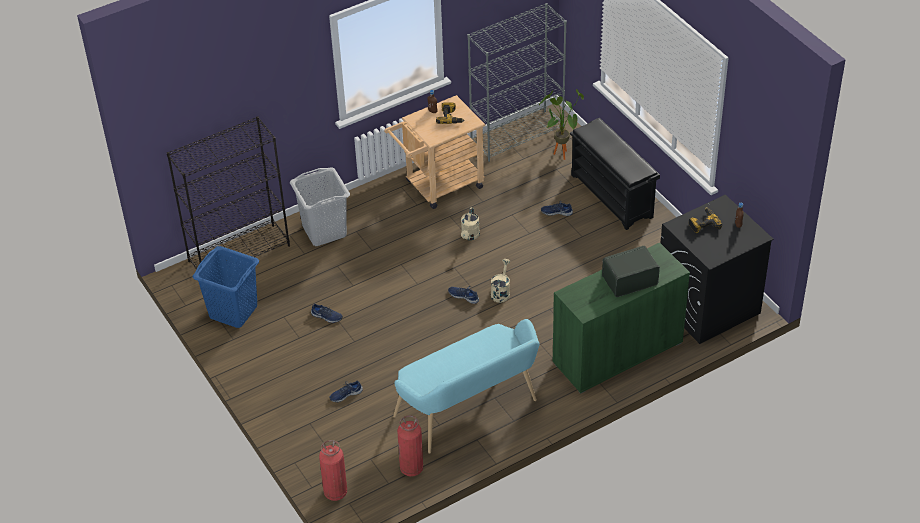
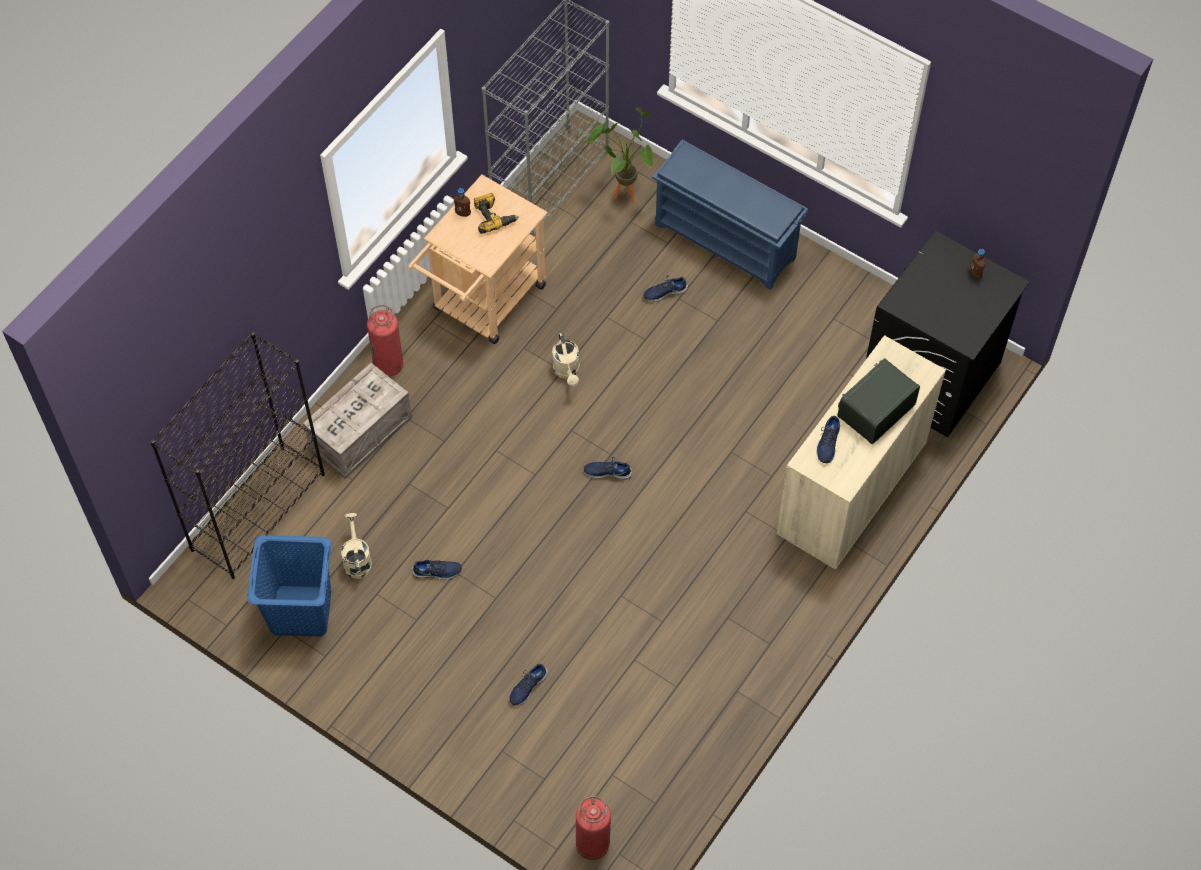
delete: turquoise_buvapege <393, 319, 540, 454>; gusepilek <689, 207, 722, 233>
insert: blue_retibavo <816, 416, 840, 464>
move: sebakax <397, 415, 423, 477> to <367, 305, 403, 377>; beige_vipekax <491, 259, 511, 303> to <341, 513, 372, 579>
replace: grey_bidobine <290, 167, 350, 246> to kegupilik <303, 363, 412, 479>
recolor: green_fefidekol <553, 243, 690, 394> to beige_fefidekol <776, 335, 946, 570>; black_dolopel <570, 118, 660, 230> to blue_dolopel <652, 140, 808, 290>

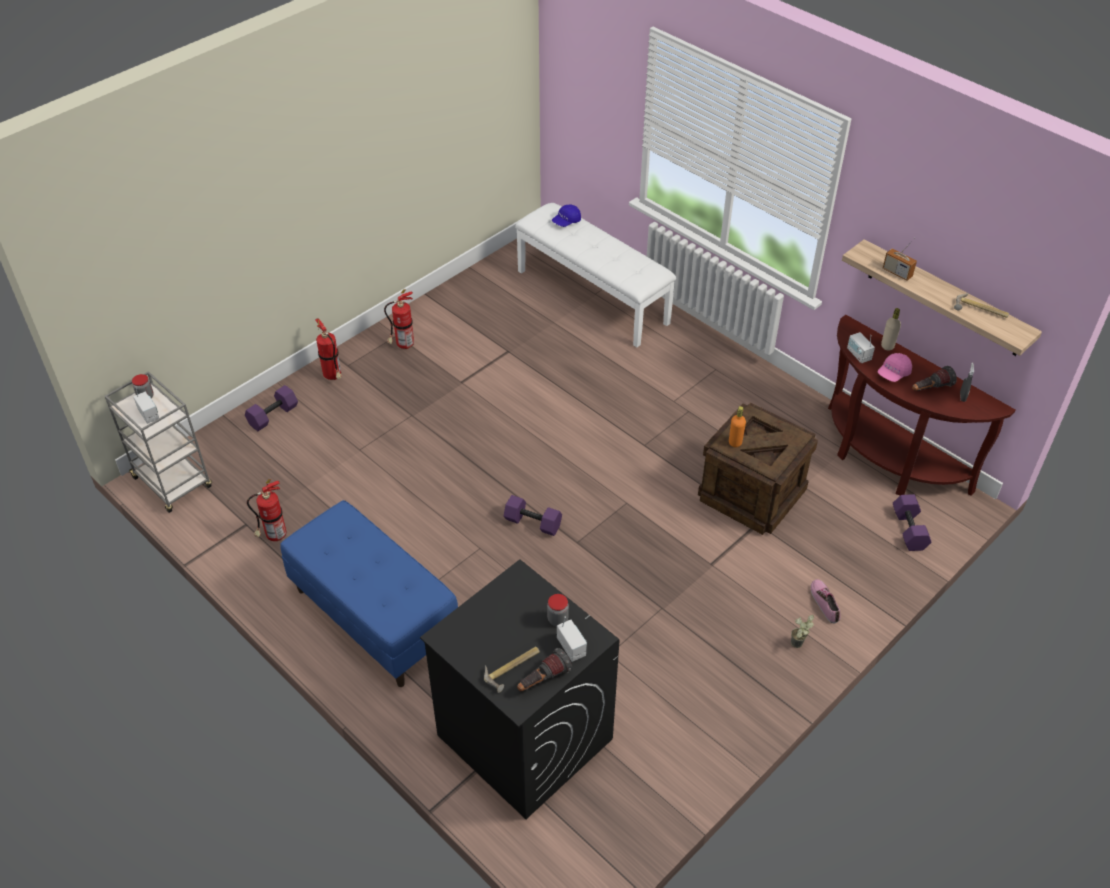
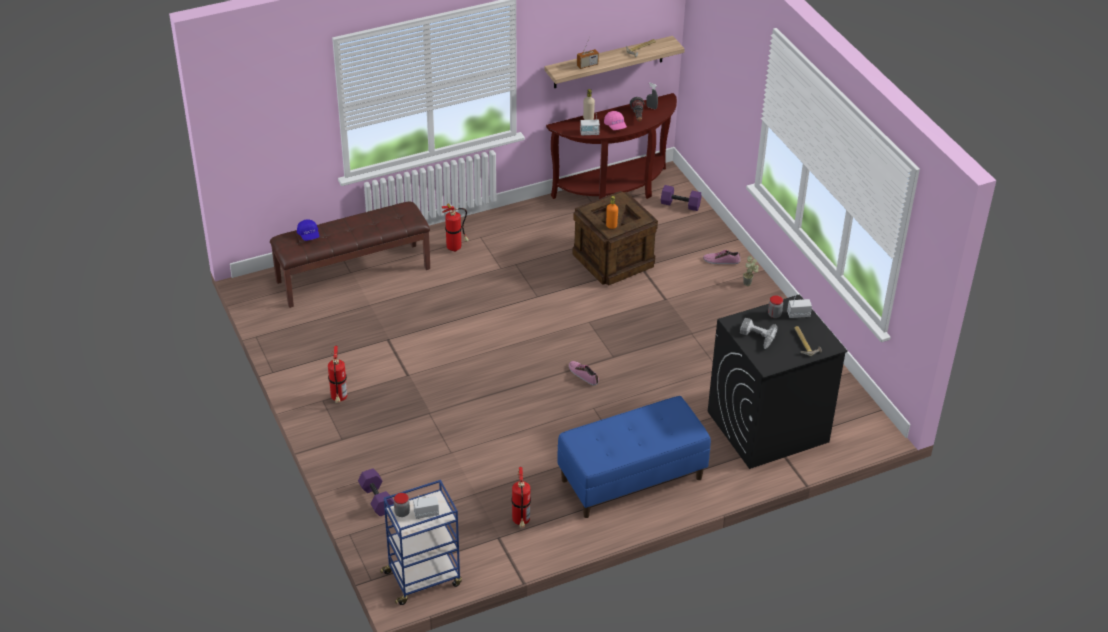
delete: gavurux <517, 648, 572, 691>
insert: gusepilek <740, 318, 778, 349>
move: sebakax <316, 319, 342, 380> to <441, 203, 469, 252>
replace: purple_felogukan <504, 495, 562, 536> to retibavo <569, 361, 599, 386>
recolor: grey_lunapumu <105, 371, 212, 513> to blue_lunapumu <380, 480, 462, 605>; white_buvapege <515, 203, 677, 347> to brown_buvapege <270, 202, 430, 308>

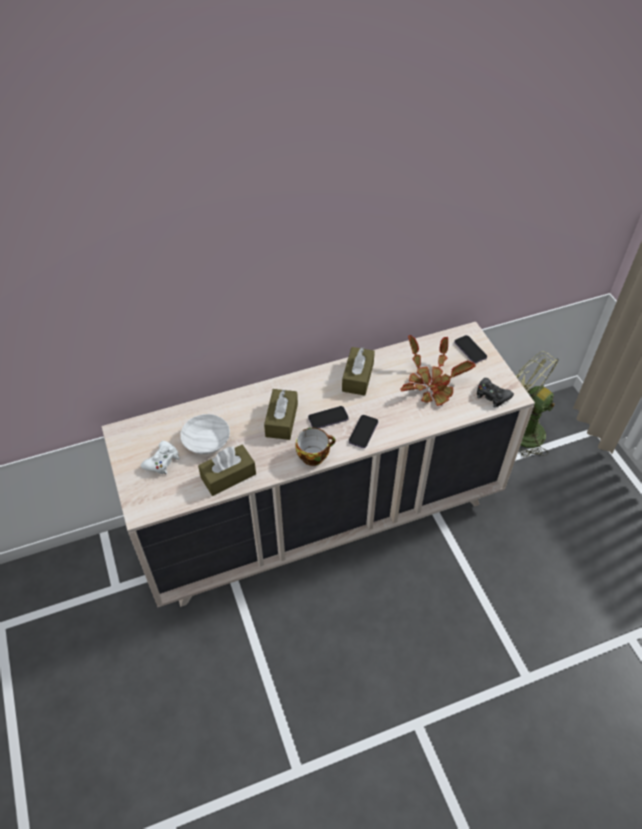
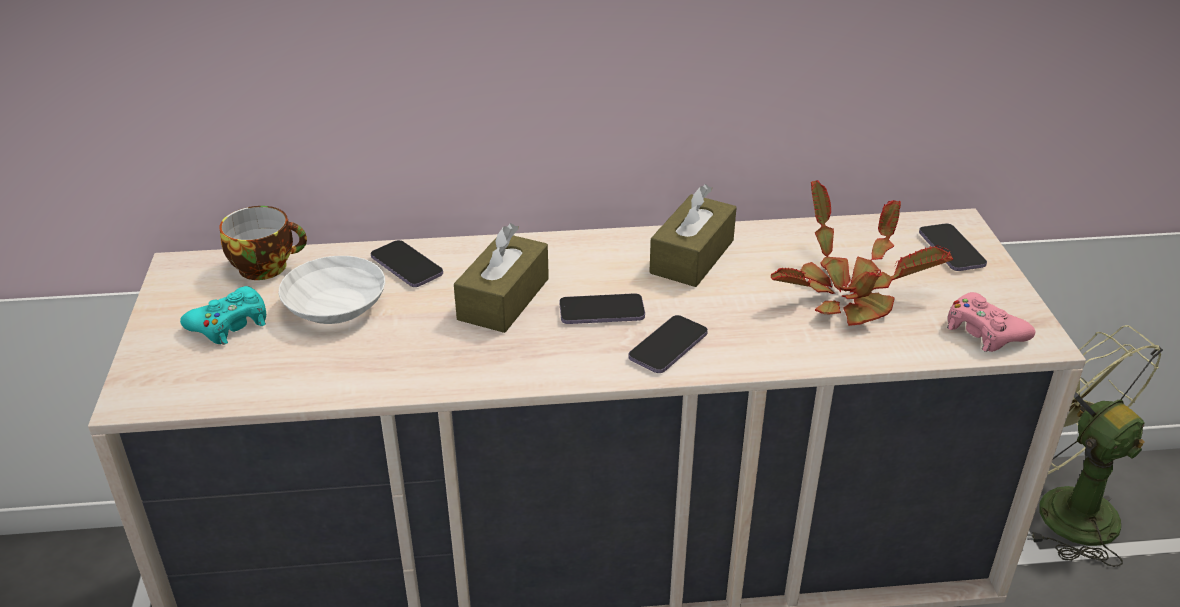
delete: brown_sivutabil <198, 445, 256, 496>
insert: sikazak <371, 240, 443, 287>
move: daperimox <296, 428, 336, 466> to <219, 206, 307, 280>
recolor: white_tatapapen <140, 441, 180, 474> to turquoise_tatapapen <180, 286, 266, 345>; black_tatapapen <477, 378, 514, 408> to pink_tatapapen <947, 292, 1035, 352>

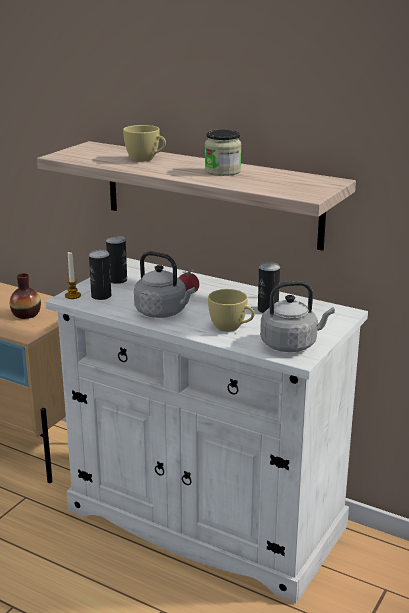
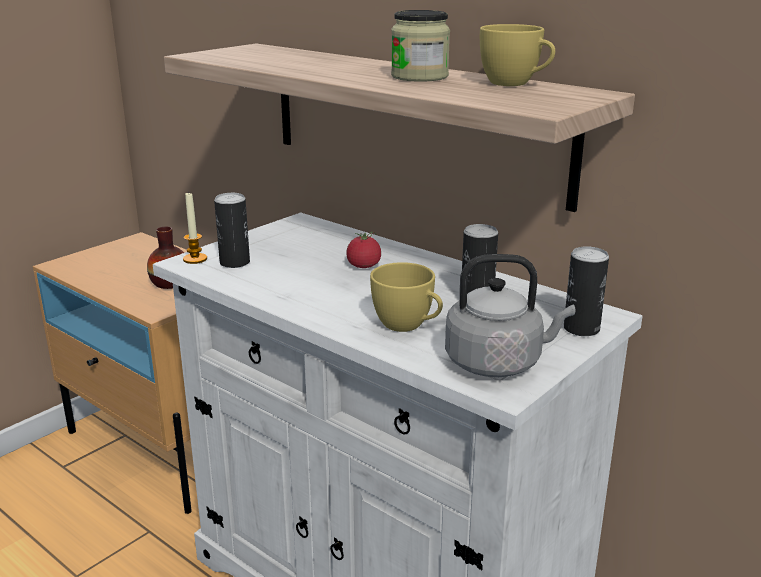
delete: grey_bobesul <134, 251, 196, 318>
move: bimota <106, 236, 127, 284> to <564, 246, 609, 336>; yellow_daperimox <123, 125, 166, 162> to <480, 24, 555, 86>

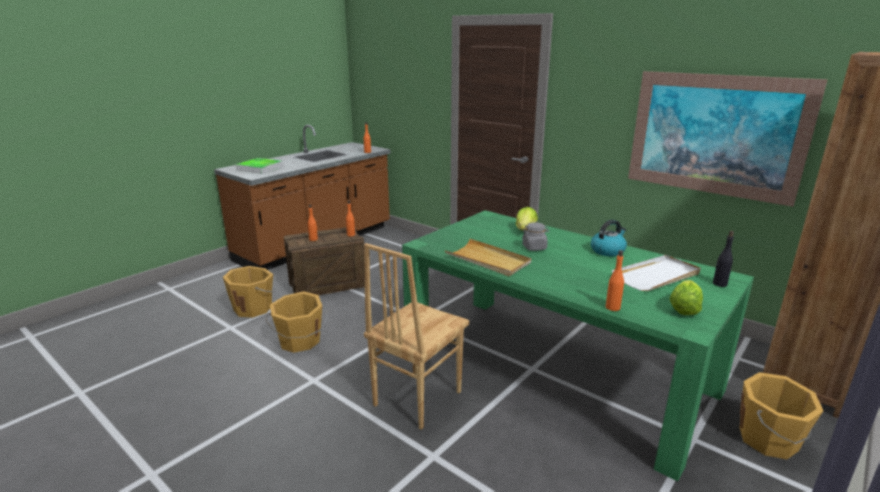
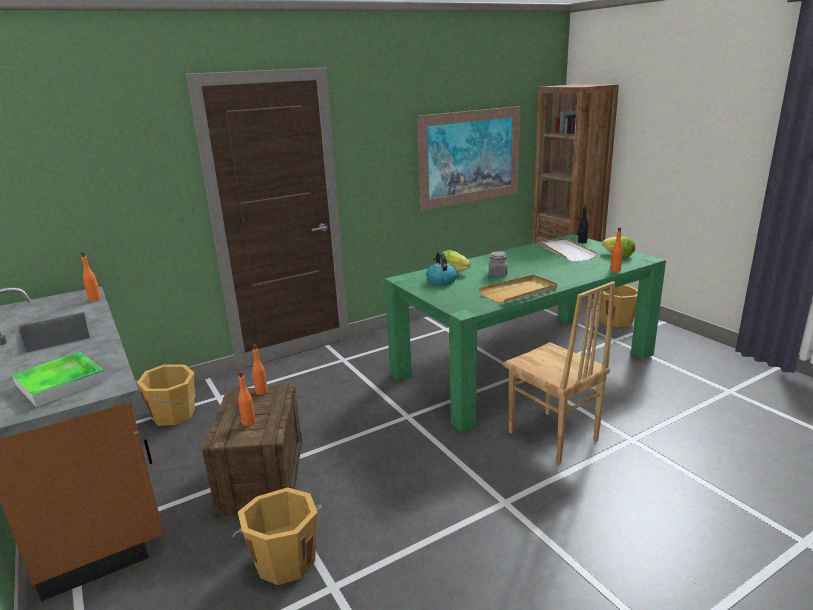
move: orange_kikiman <266, 291, 328, 353> to <137, 364, 195, 426>; bobesul <591, 220, 627, 256> to <426, 252, 457, 285>

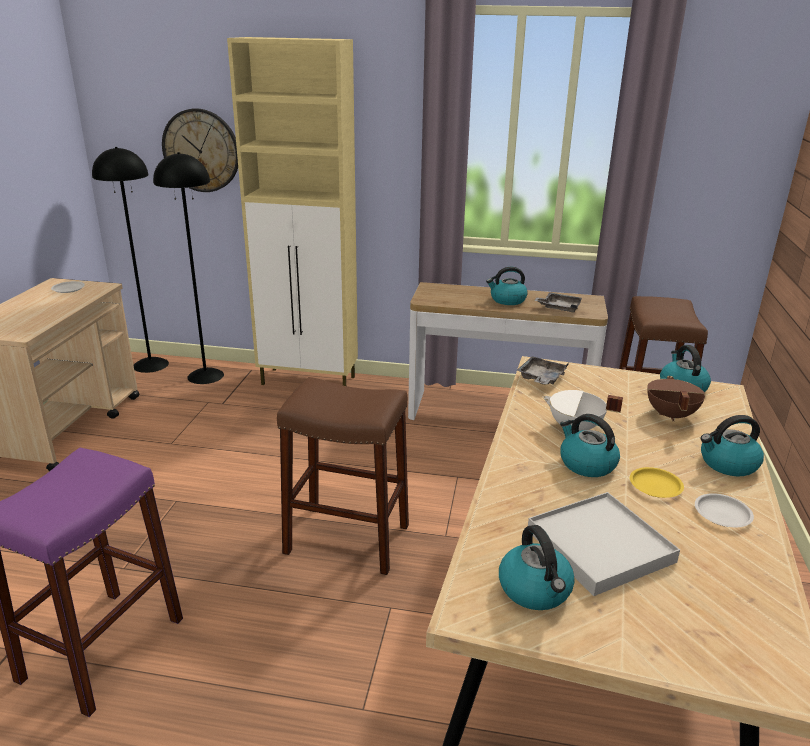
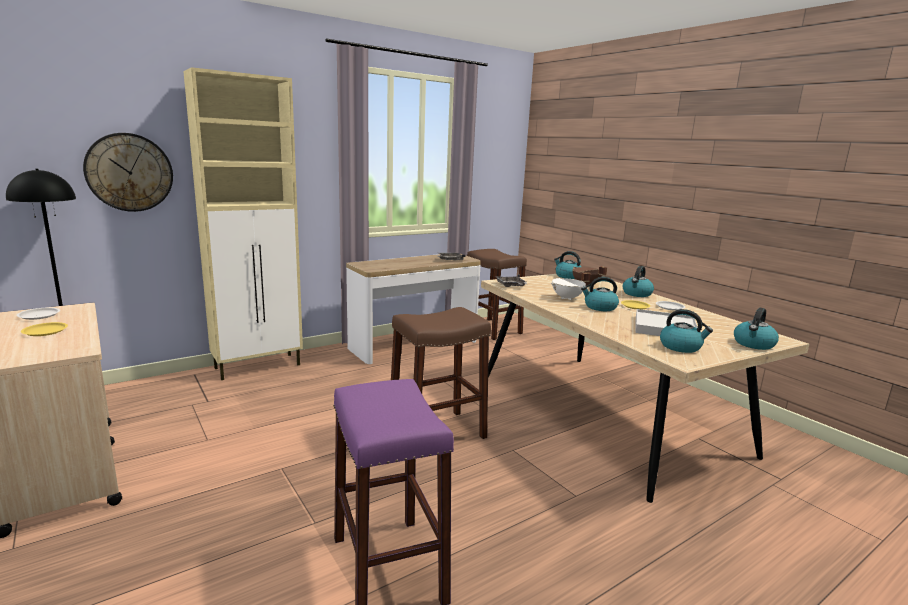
delete: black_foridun <153, 152, 224, 384>
insert: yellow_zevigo <21, 322, 68, 336>
move: bobesul <486, 267, 528, 305> to <734, 308, 779, 350>

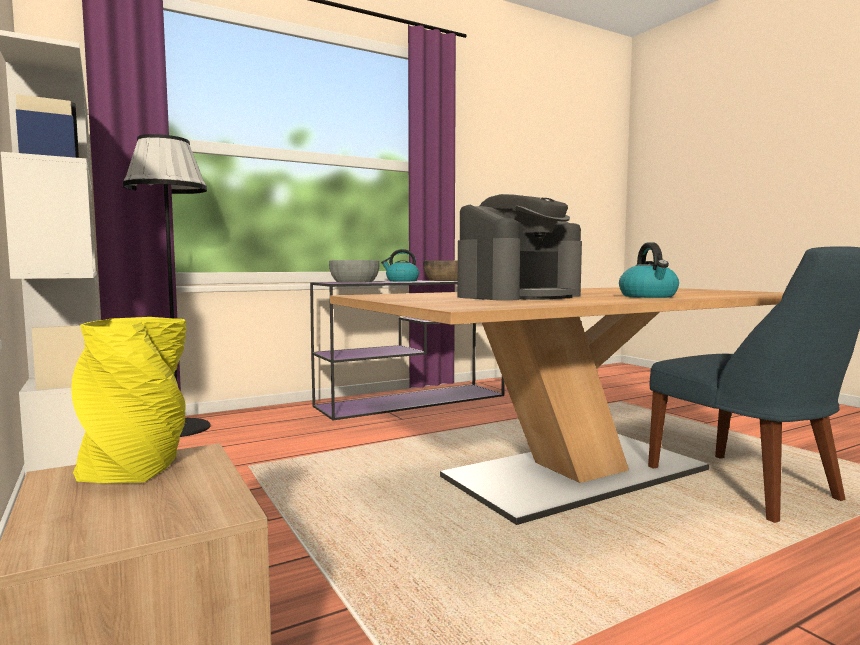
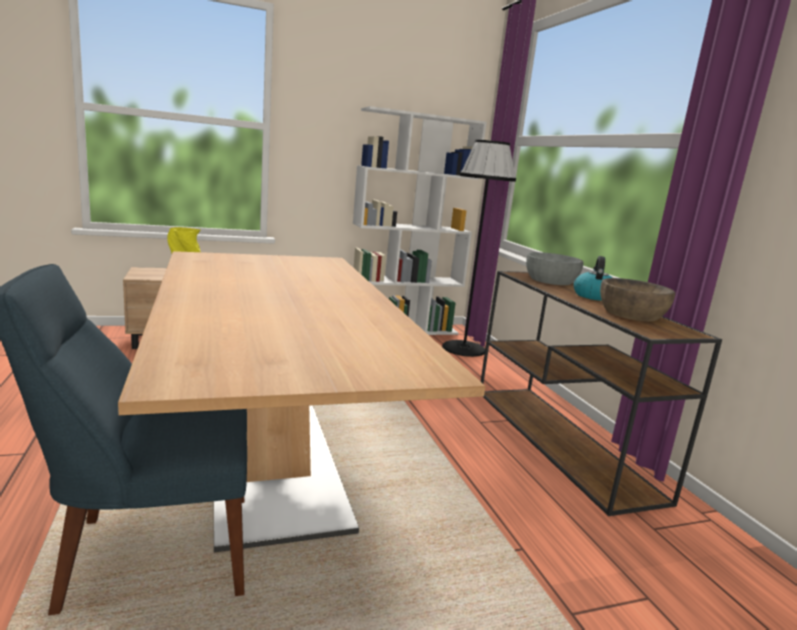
delete: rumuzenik <457, 194, 582, 301>; bobesul <619, 242, 679, 298>
recolor: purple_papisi <310, 280, 505, 420> to brown_papisi <481, 271, 722, 516>

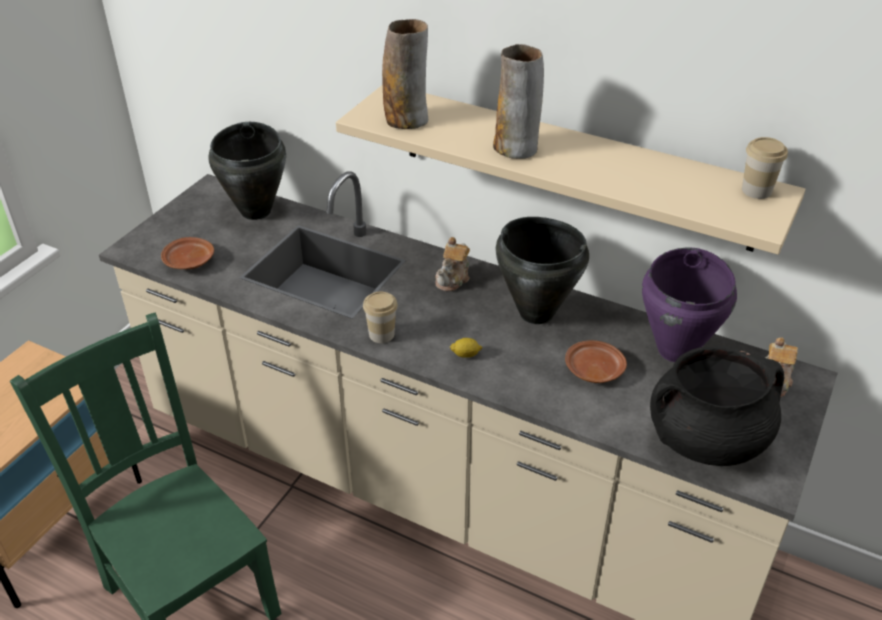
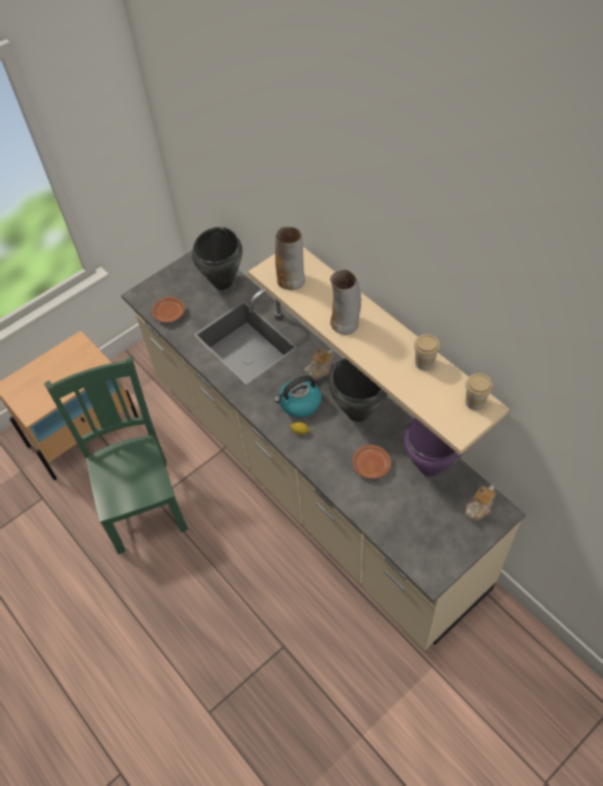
delete: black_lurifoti <650, 346, 784, 466>
insert: bobesul <274, 375, 322, 418>
move: daperimox <363, 291, 398, 343> to <414, 334, 440, 371>

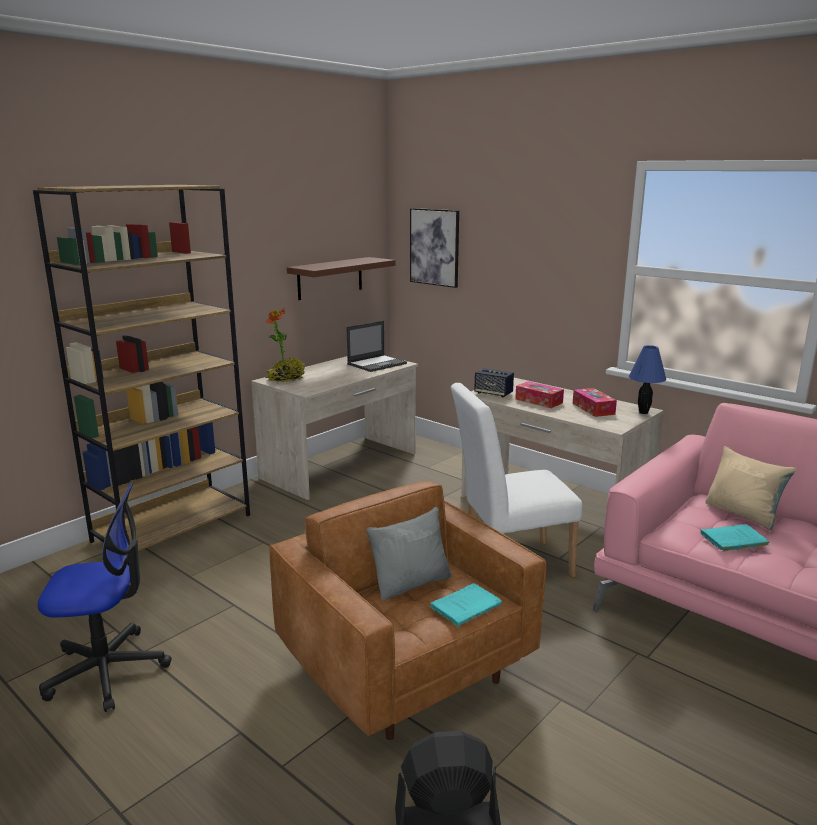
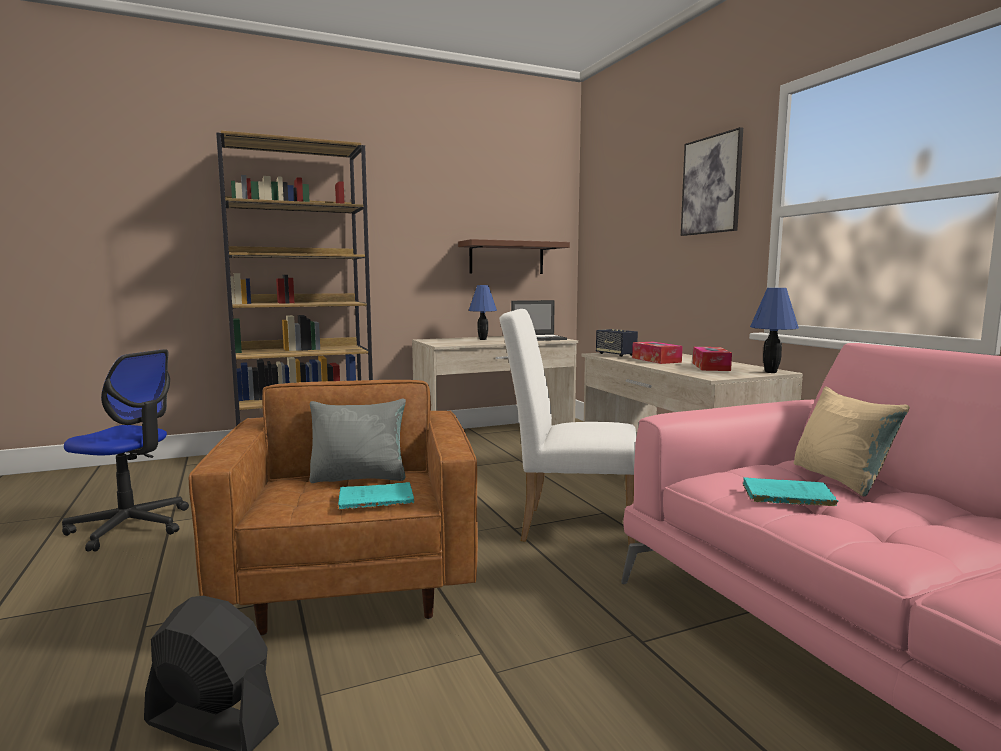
delete: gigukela <265, 307, 305, 383>
insert: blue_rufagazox <469, 285, 497, 340>
move: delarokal <410, 208, 459, 288> to <681, 127, 743, 236>

